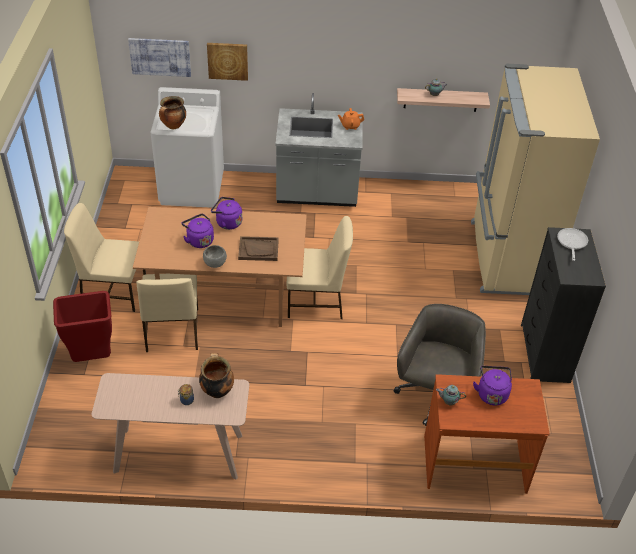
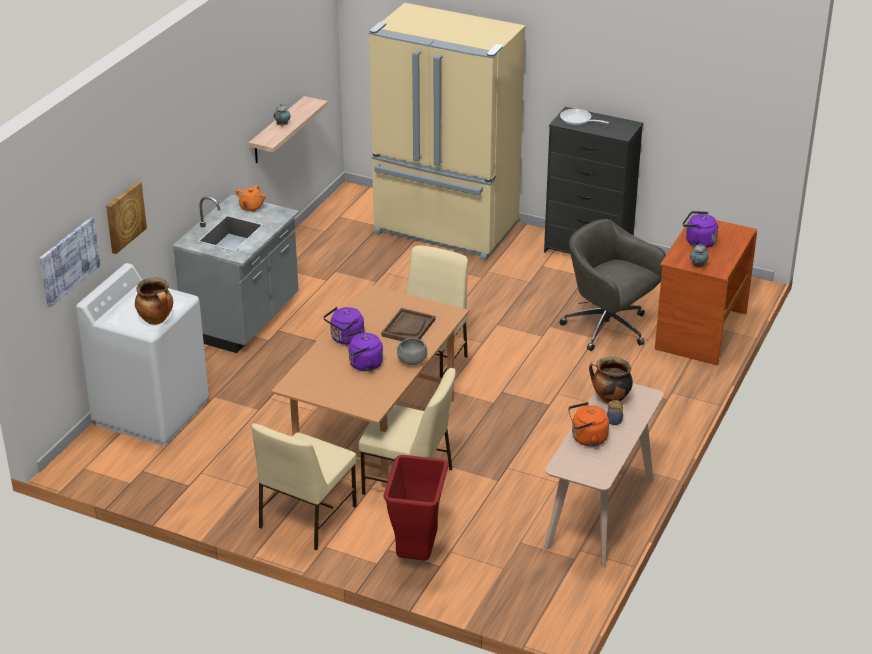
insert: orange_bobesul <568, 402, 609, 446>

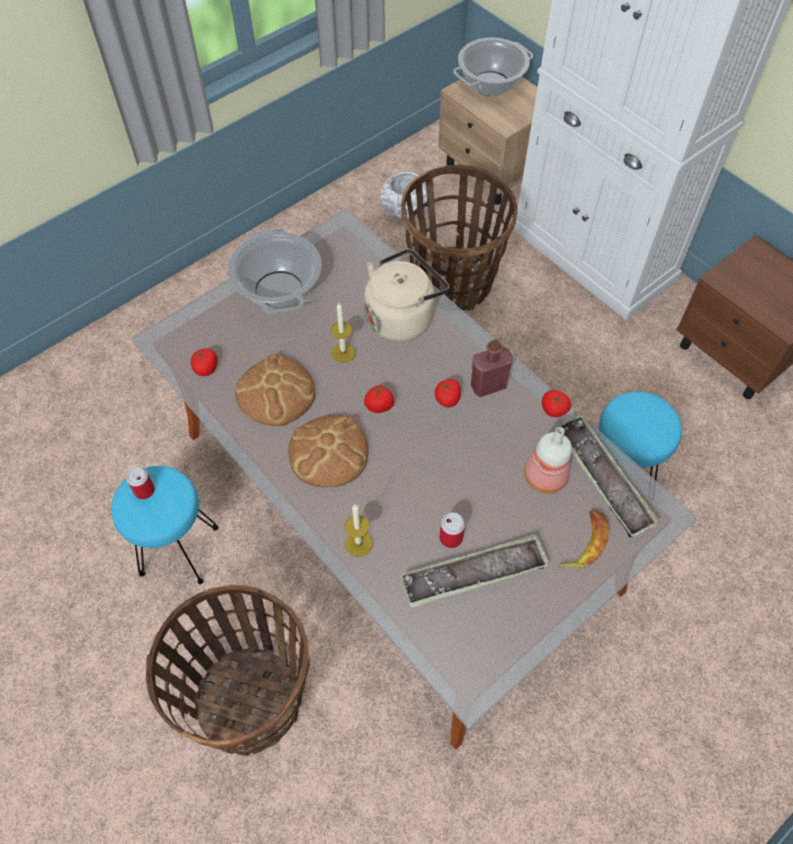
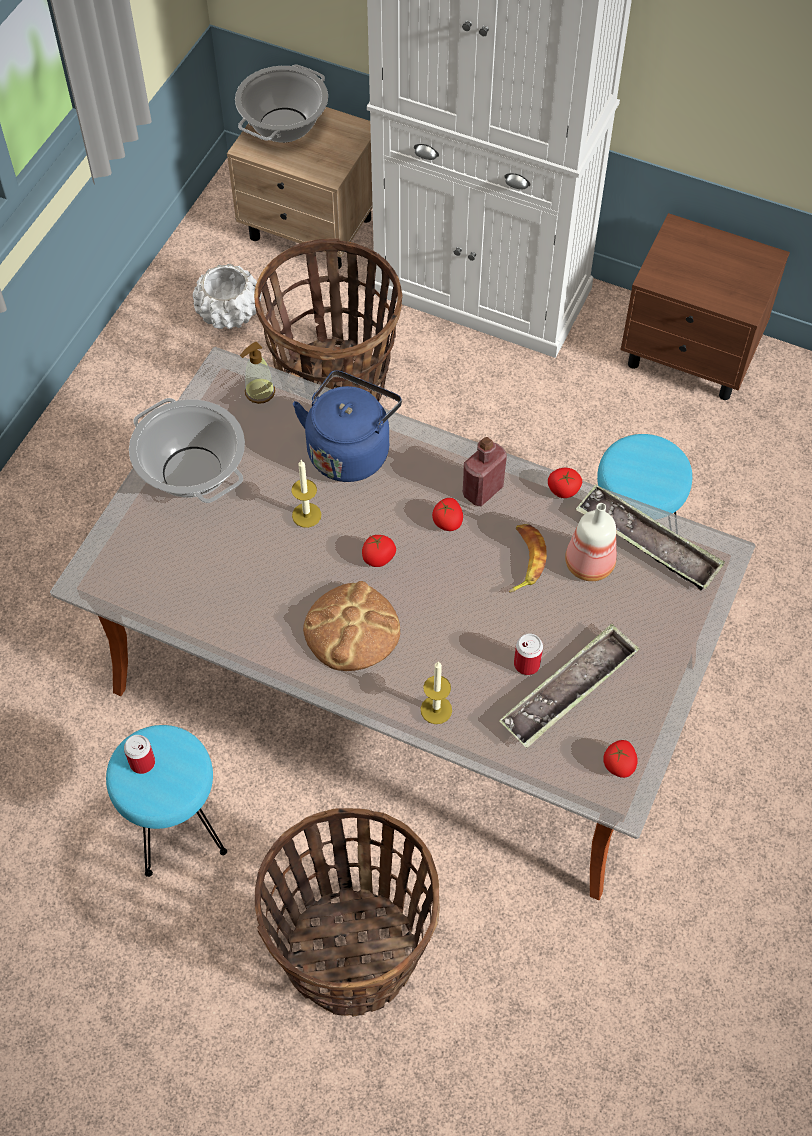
delete: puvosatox <235, 354, 315, 426>
insert: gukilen <240, 342, 275, 404>
move: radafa <191, 349, 218, 376> to <603, 740, 637, 778>; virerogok <558, 510, 609, 568> to <509, 524, 547, 593>
recolor: beige_bobesul <364, 248, 449, 342> to blue_bobesul <293, 370, 402, 482>

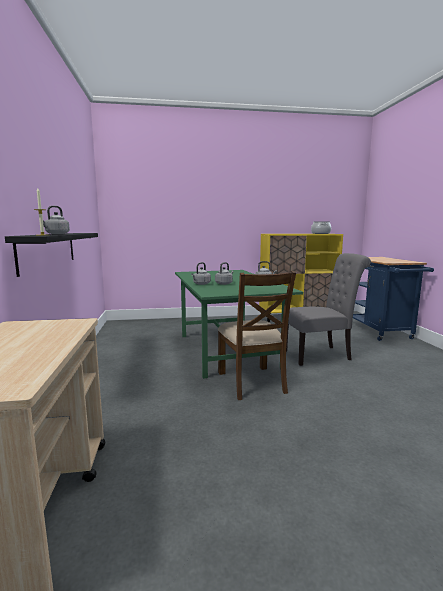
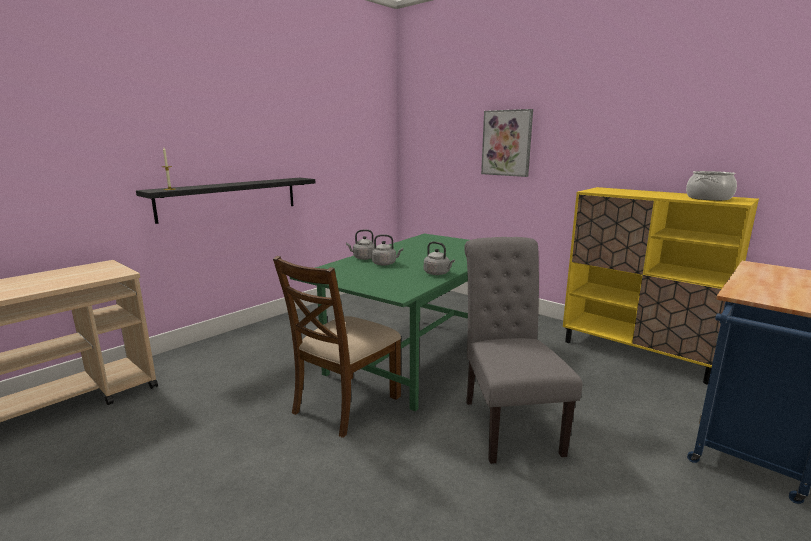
delete: grey_bobesul <43, 206, 70, 234>
insert: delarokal <481, 109, 533, 177>
rotate: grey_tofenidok <286, 253, 371, 366> = <464, 237, 582, 464> 135 degrees counterclockwise

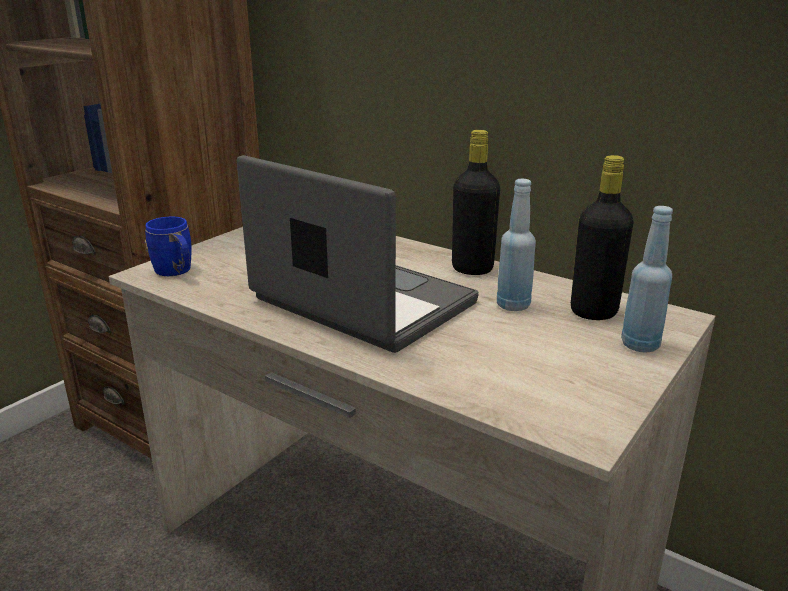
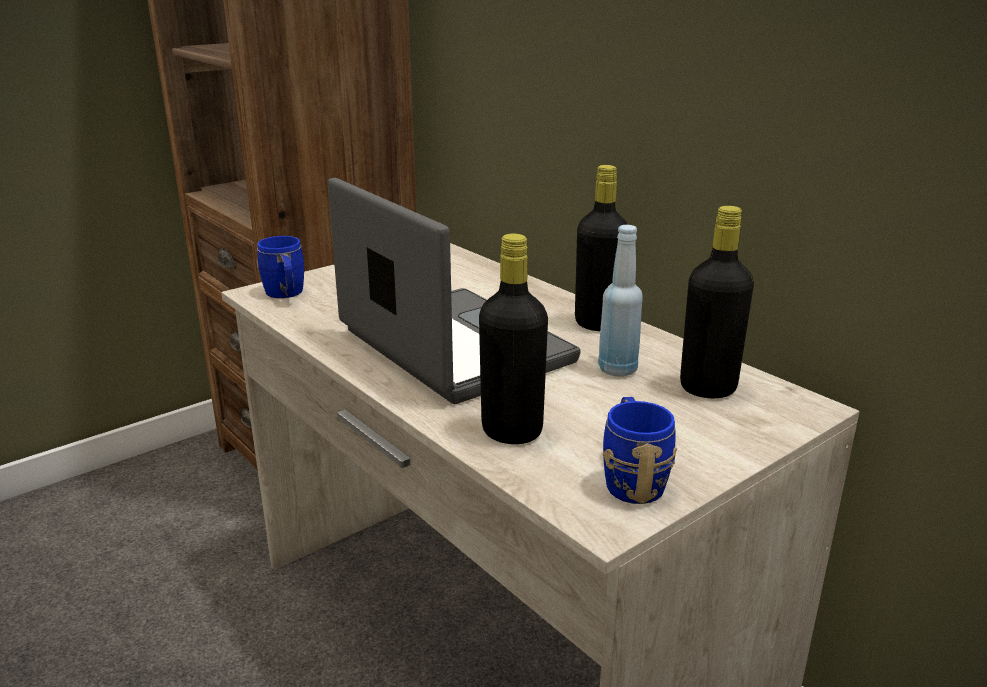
delete: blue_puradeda <621, 206, 673, 353>
insert: black_puradeda <479, 234, 548, 444>; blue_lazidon <603, 397, 677, 504>

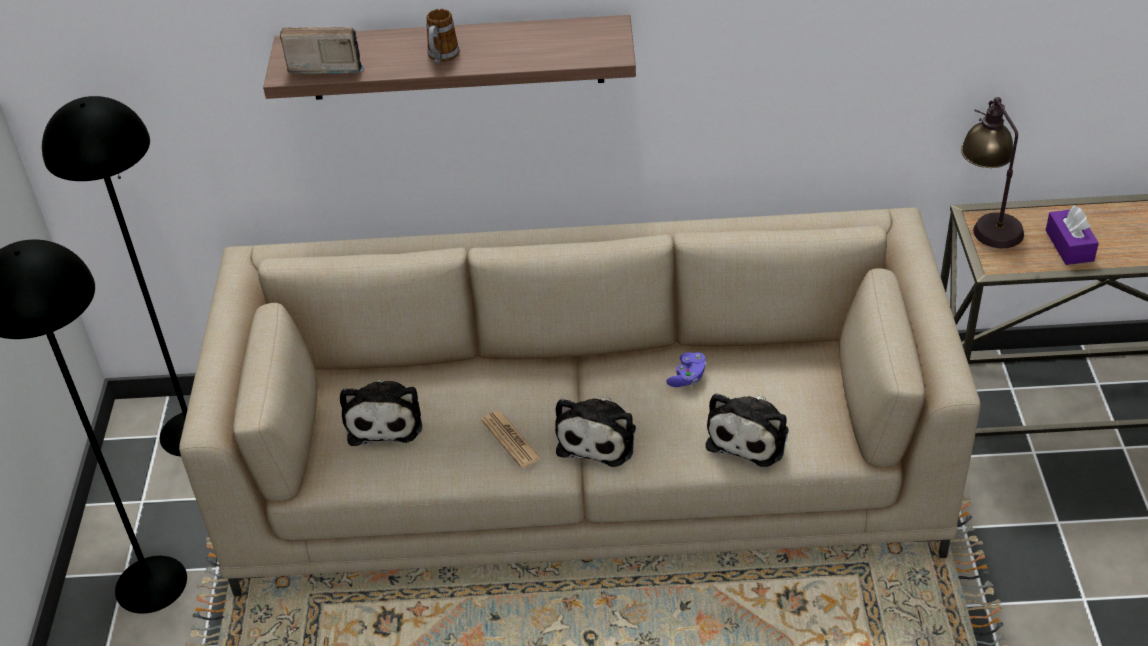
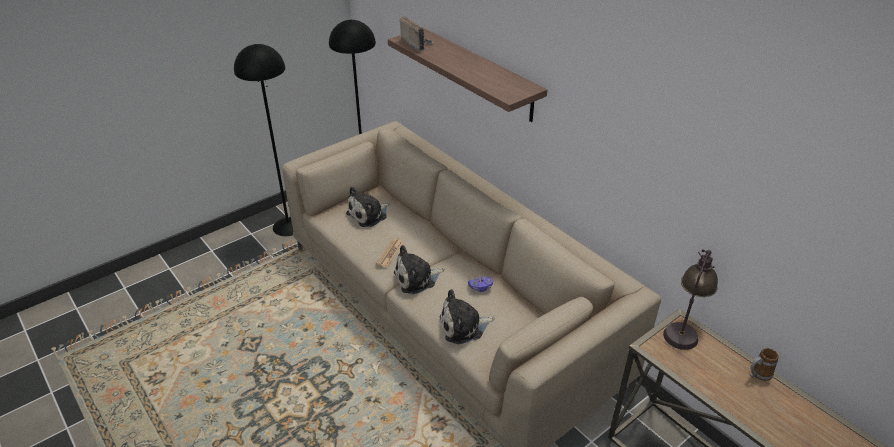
delete: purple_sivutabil <1045, 205, 1099, 265>
move: lazidon <426, 9, 459, 63> to <750, 348, 779, 381>

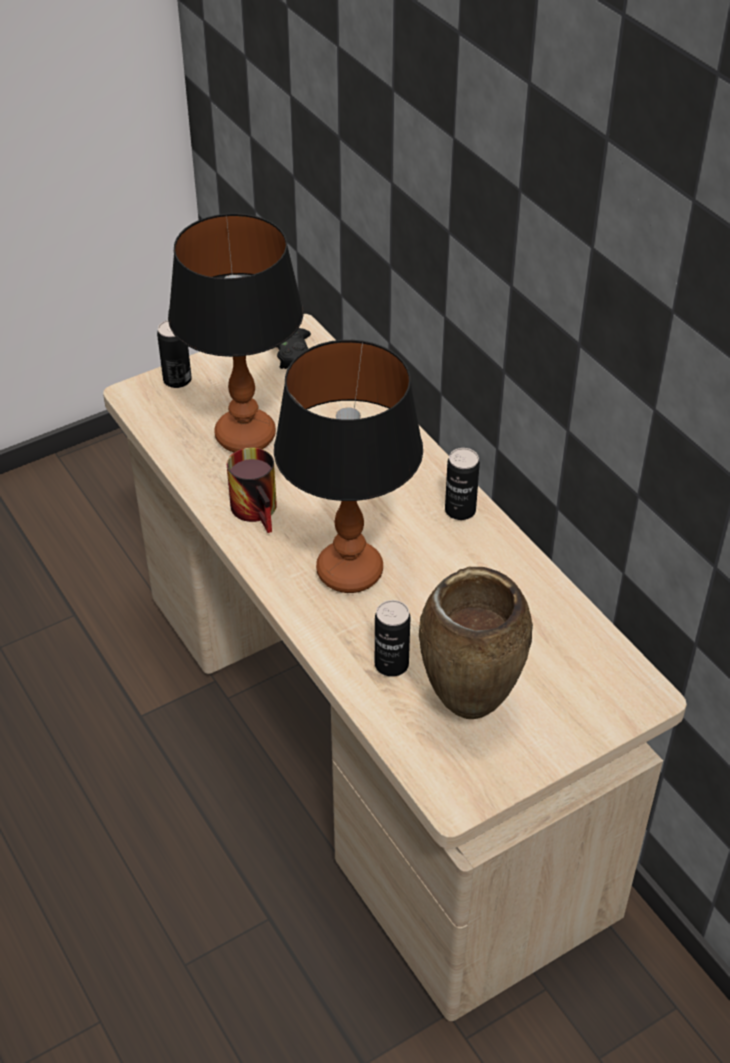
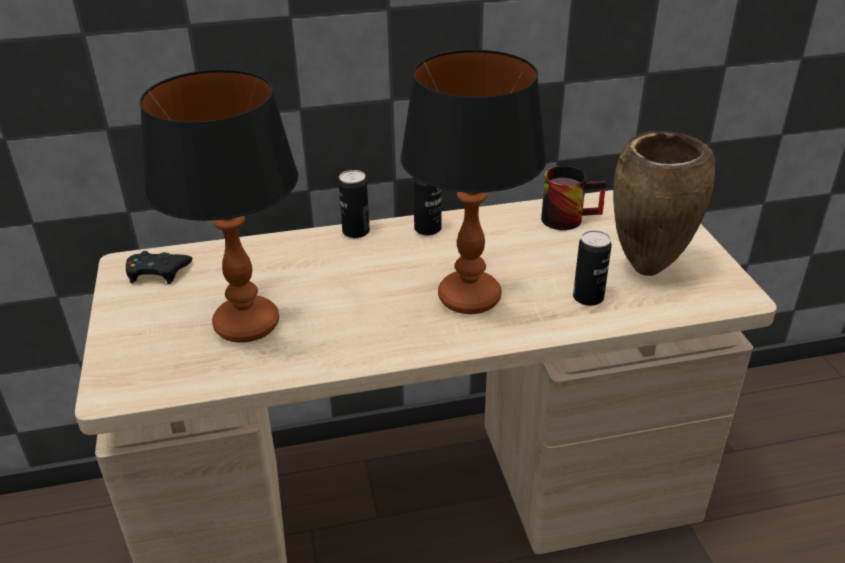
move: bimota <157, 320, 192, 388> to <338, 170, 370, 238>; lazidon <227, 448, 277, 533> to <541, 166, 606, 230>

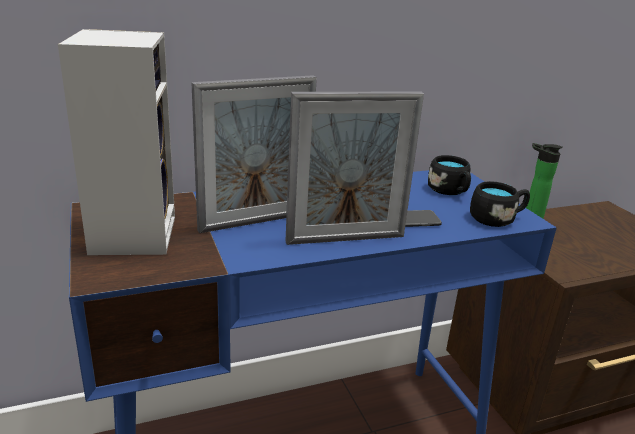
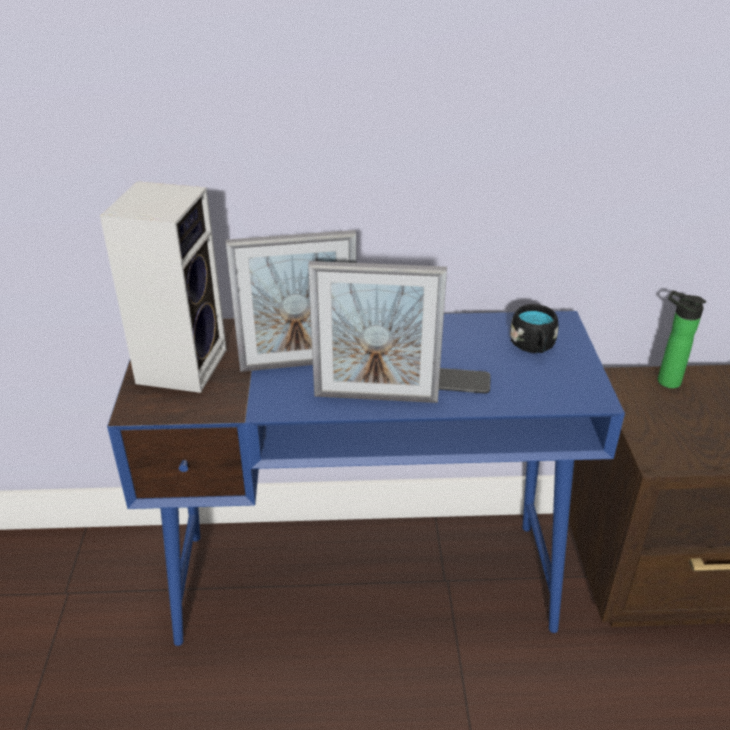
delete: black_lazidon <470, 181, 530, 227>

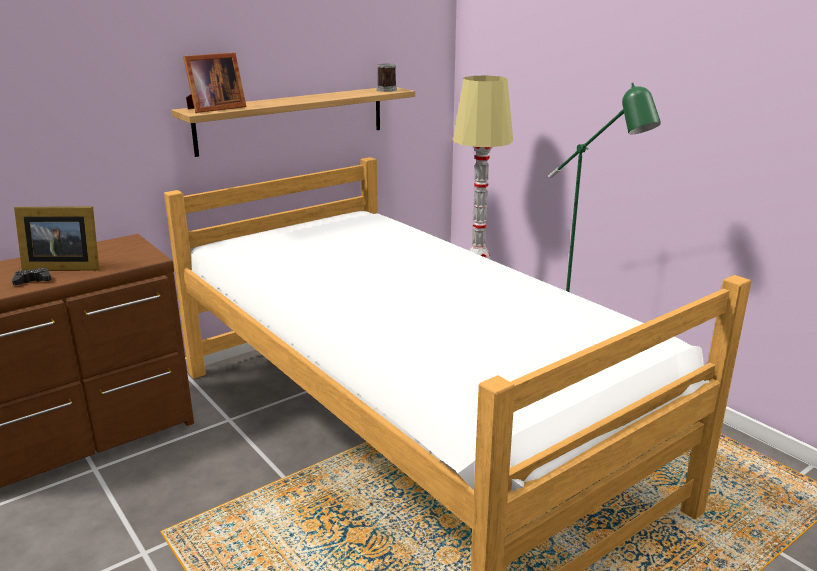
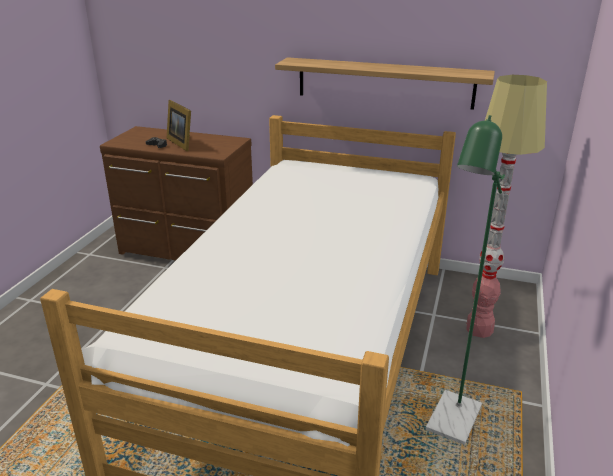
delete: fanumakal <183, 53, 246, 113>; lazidon <377, 64, 397, 92>

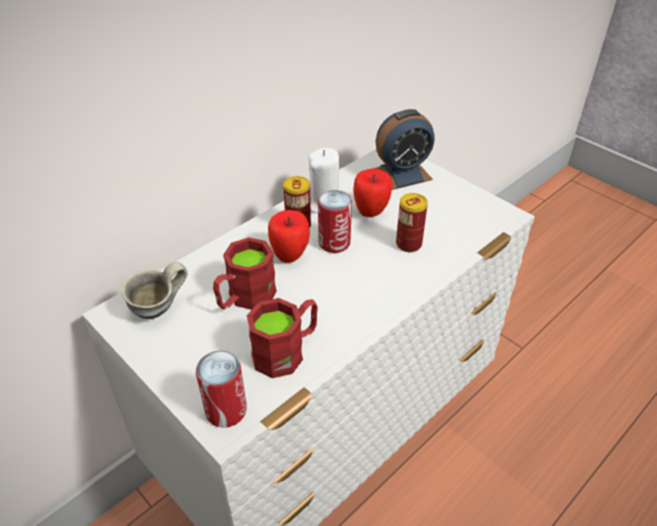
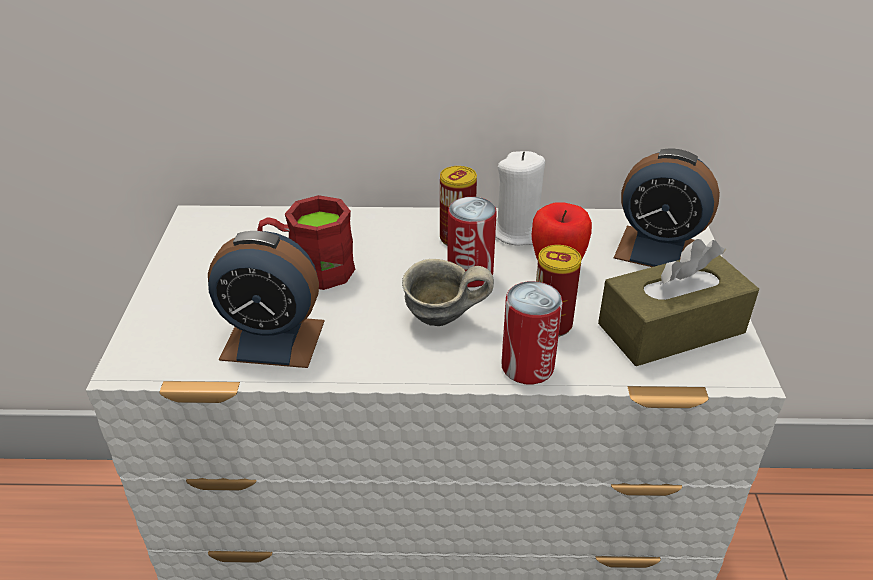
delete: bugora <268, 210, 310, 263>
insert: brown_sivutabil <598, 239, 759, 366>
move: grey_lazidon <122, 262, 188, 319> to <402, 259, 494, 326>; bimota <196, 351, 247, 428> to <501, 281, 563, 385>
replace: red_lazidon <247, 298, 318, 378> to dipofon <208, 231, 325, 368>

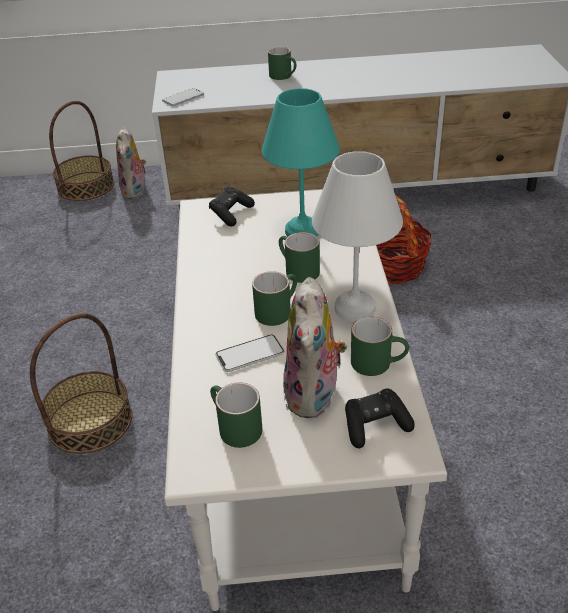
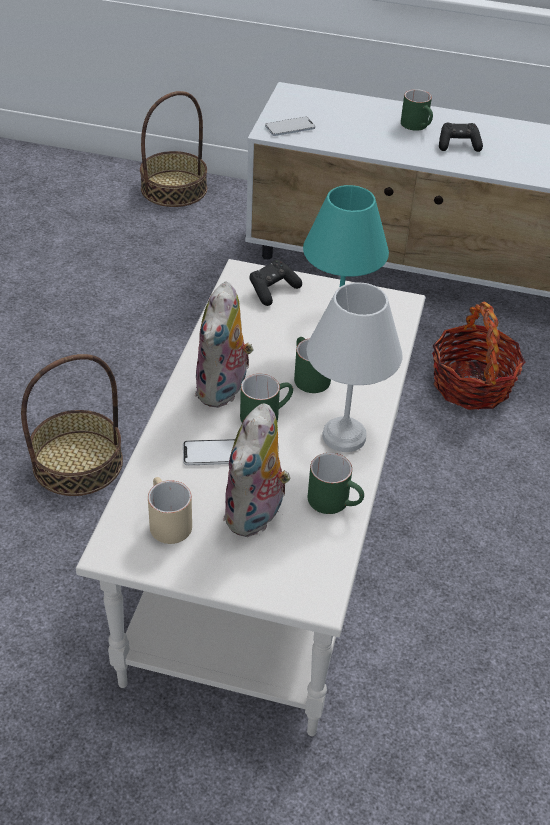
move: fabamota <116, 127, 146, 199> to <195, 281, 253, 408>; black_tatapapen <345, 388, 415, 448> to <439, 122, 483, 152>
recolor: green_lazidon <210, 382, 262, 448> to beige_lazidon <148, 477, 192, 544>

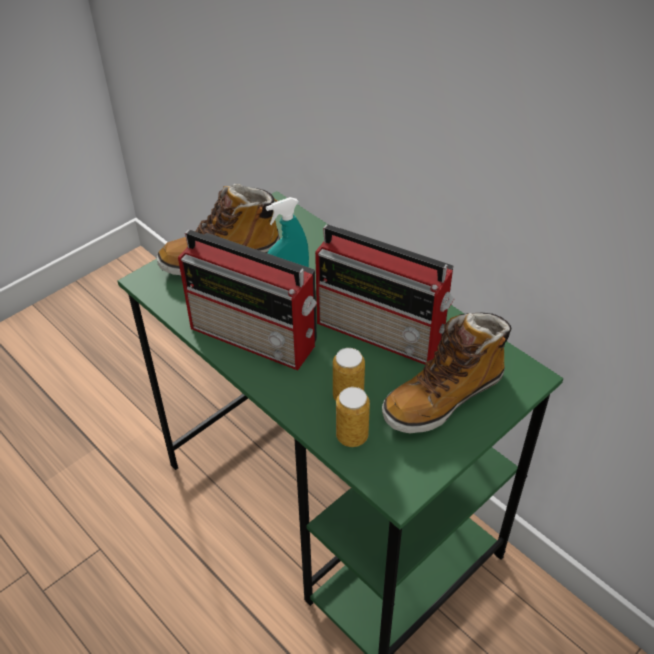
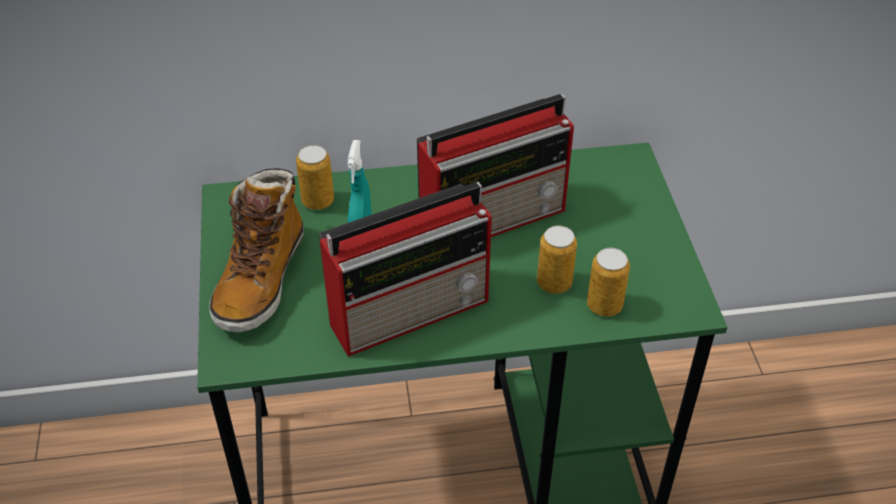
delete: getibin <382, 313, 512, 433>
insert: bimota <296, 145, 334, 210>

